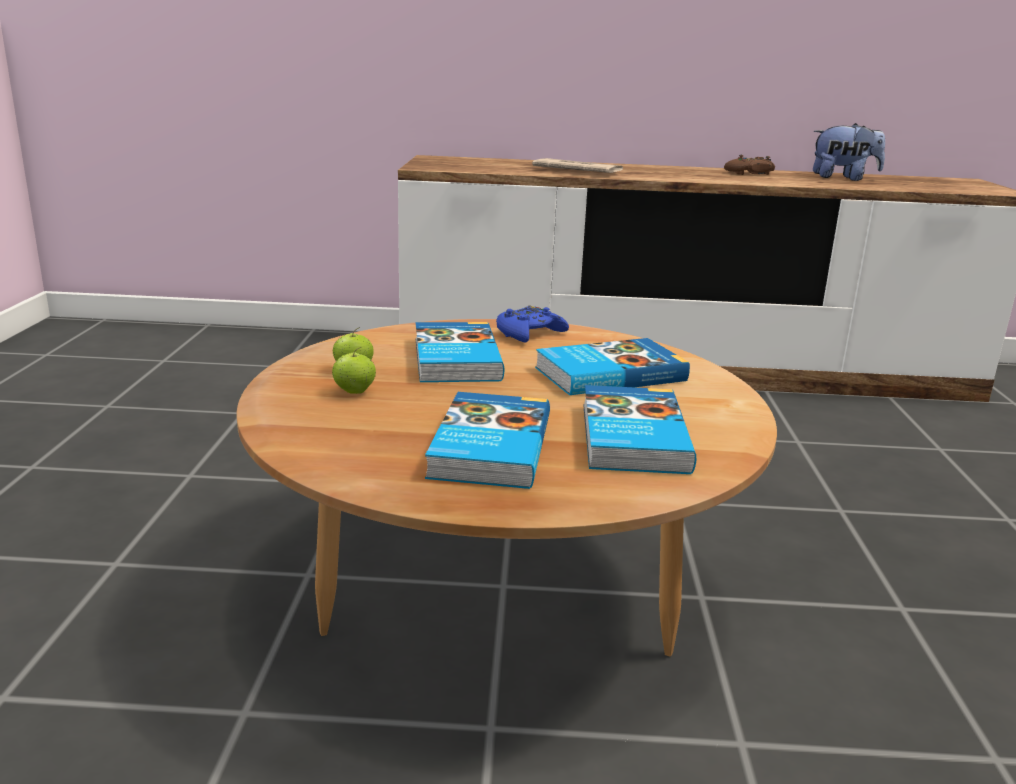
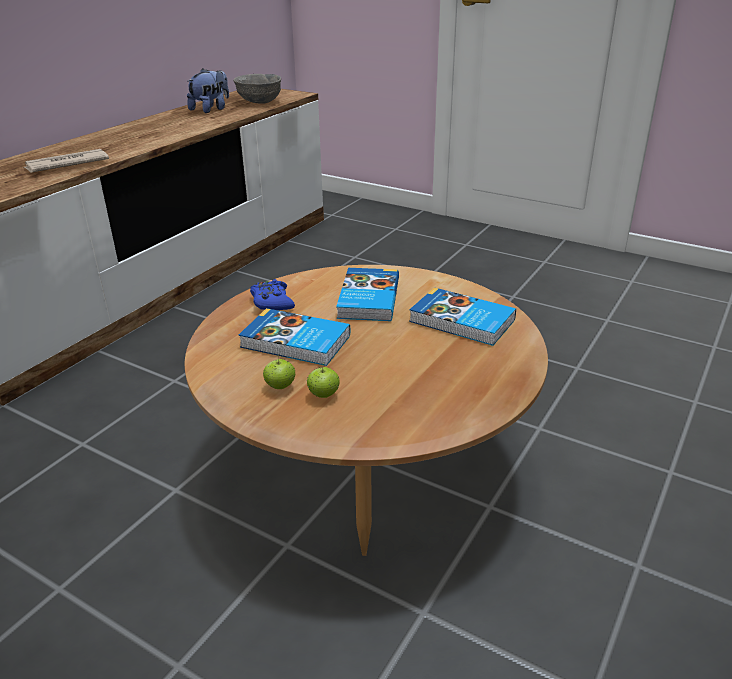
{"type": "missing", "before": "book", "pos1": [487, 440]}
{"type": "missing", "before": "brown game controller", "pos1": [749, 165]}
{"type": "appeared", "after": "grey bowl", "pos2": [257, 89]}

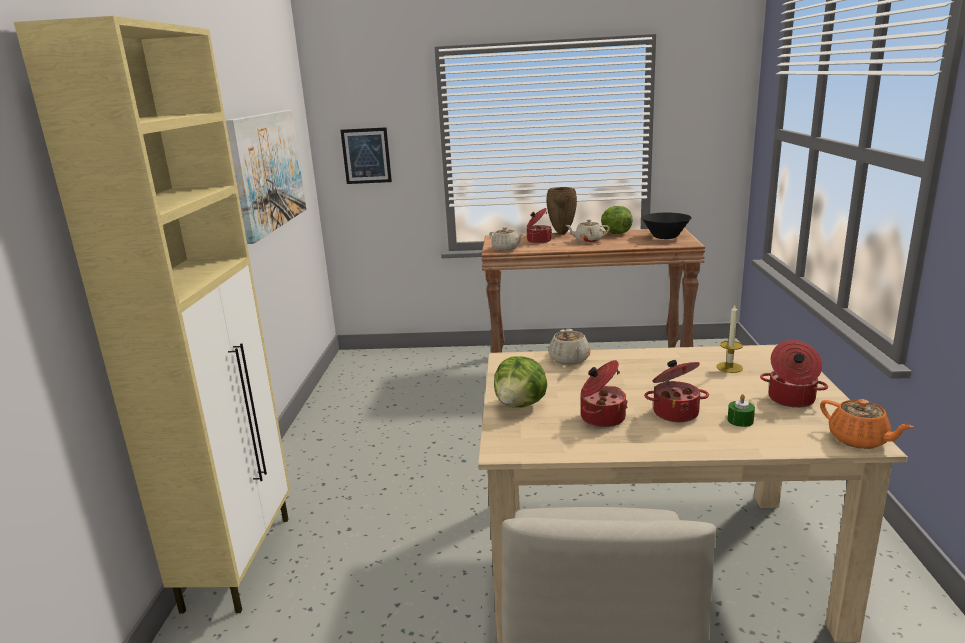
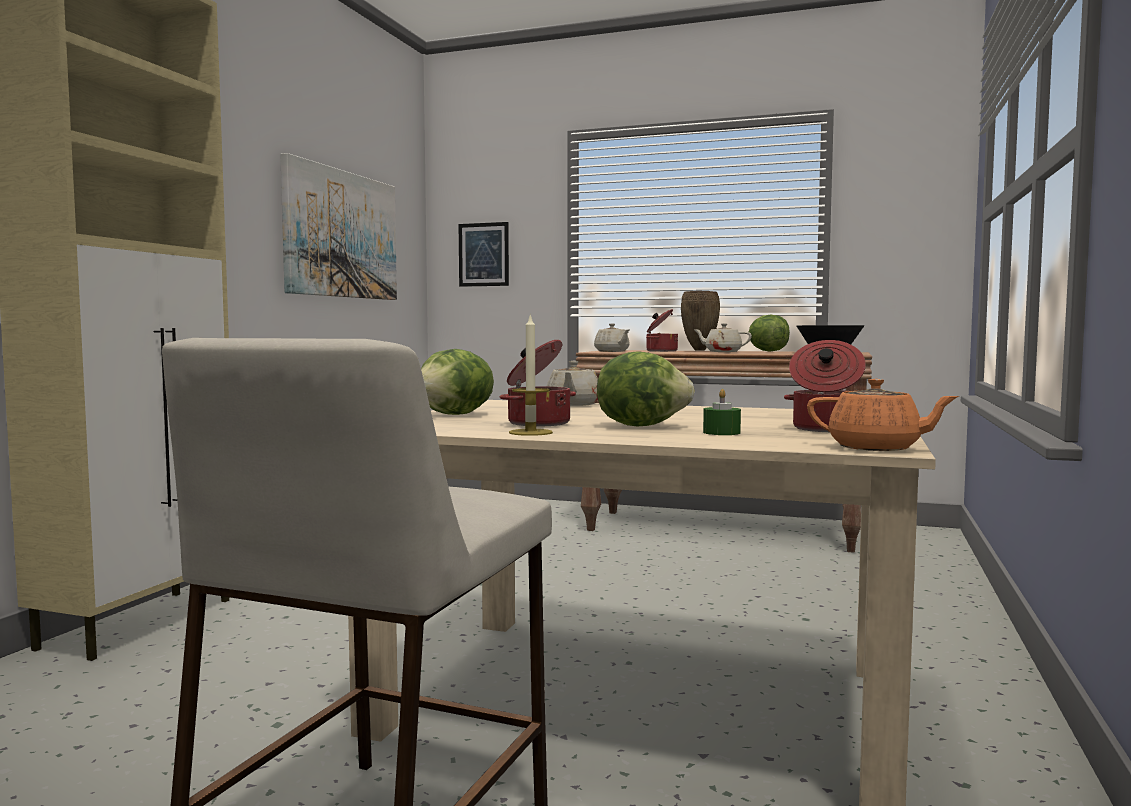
{"type": "exchanged", "before": "cooking pot", "after": "lettuce", "pos1": [676, 391], "pos2": [646, 388]}
{"type": "relocated", "before": "candle", "pos1": [730, 339], "pos2": [531, 375]}
{"type": "spun", "before": "orange teapot", "pos1": [866, 424], "pos2": [883, 415], "turn": -45}

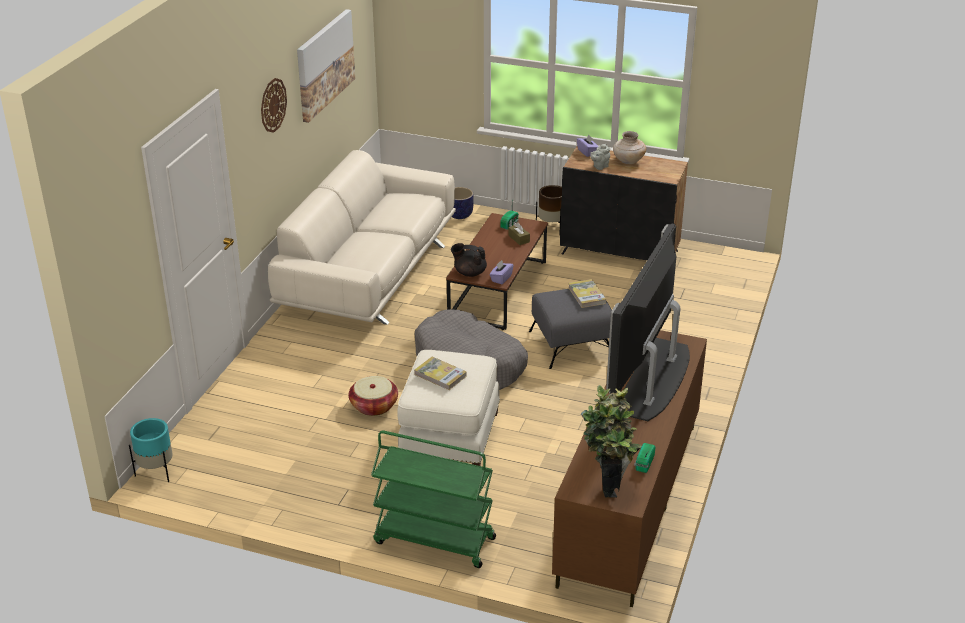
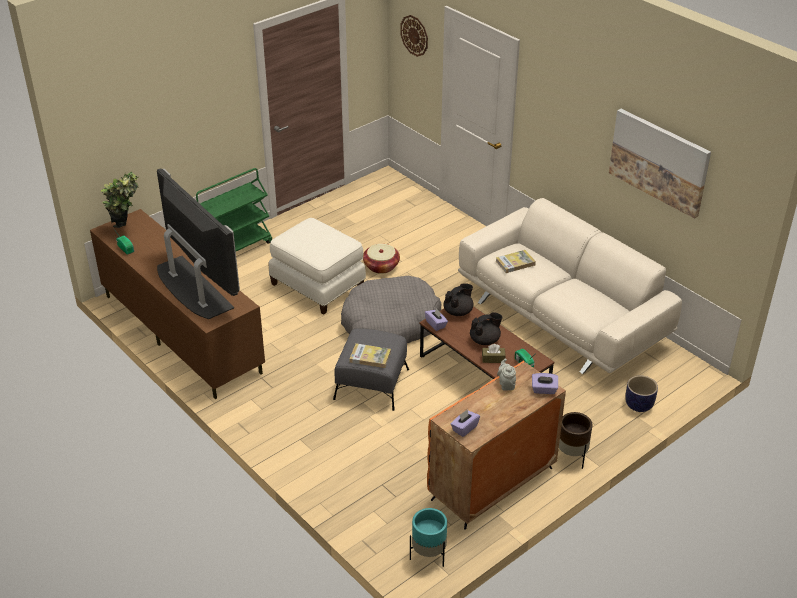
{"type": "relocated", "before": "turquoise planter", "pos1": [151, 450], "pos2": [428, 537]}
{"type": "relocated", "before": "wall clock", "pos1": [274, 105], "pos2": [414, 36]}
{"type": "relocated", "before": "book", "pos1": [440, 373], "pos2": [516, 261]}
{"type": "colour", "before": "black cabinet", "after": "orange cabinet", "pos1": [624, 203], "pos2": [496, 445]}
{"type": "missing", "before": "beige vase", "pos1": [629, 147]}
{"type": "appeared", "after": "purple tissue box", "pos2": [465, 423]}
{"type": "appeared", "after": "black teapot", "pos2": [486, 329]}

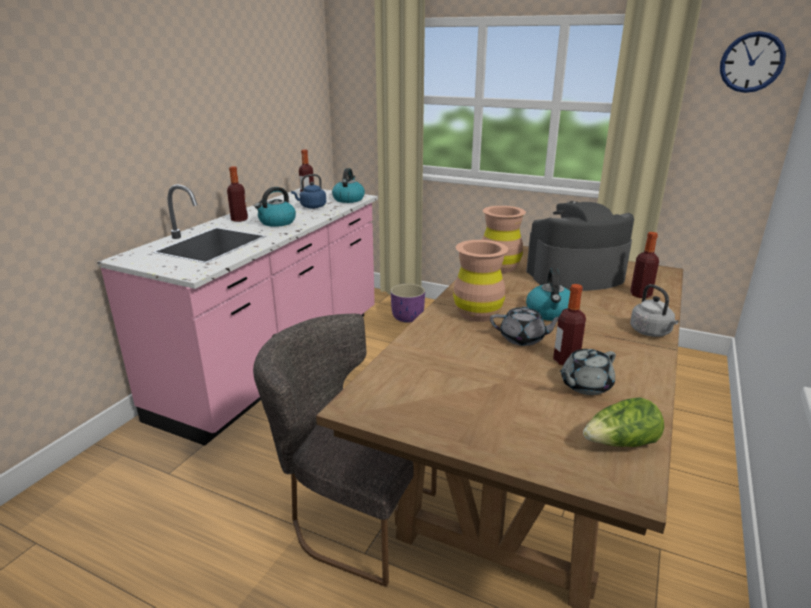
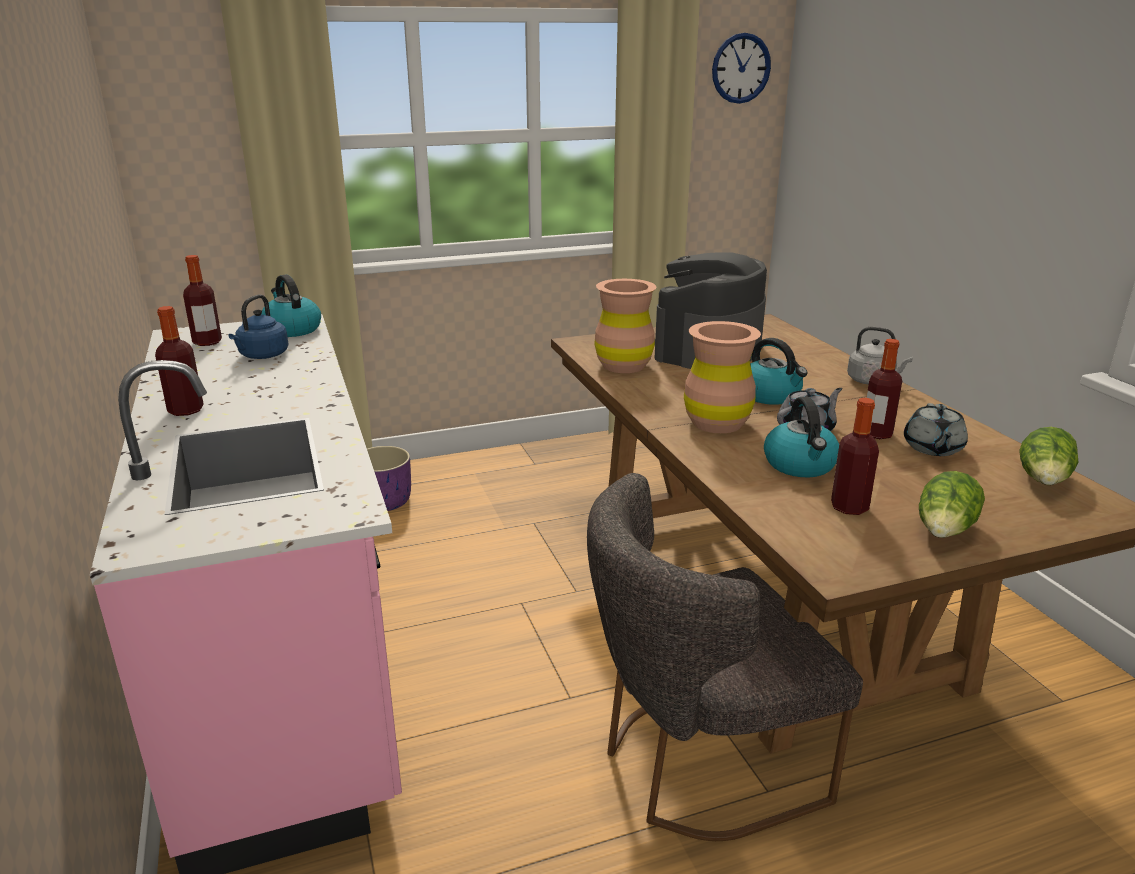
{"type": "relocated", "before": "kettle", "pos1": [275, 207], "pos2": [801, 437]}
{"type": "relocated", "before": "bottle", "pos1": [644, 265], "pos2": [855, 456]}
{"type": "appeared", "after": "lettuce", "pos2": [952, 504]}

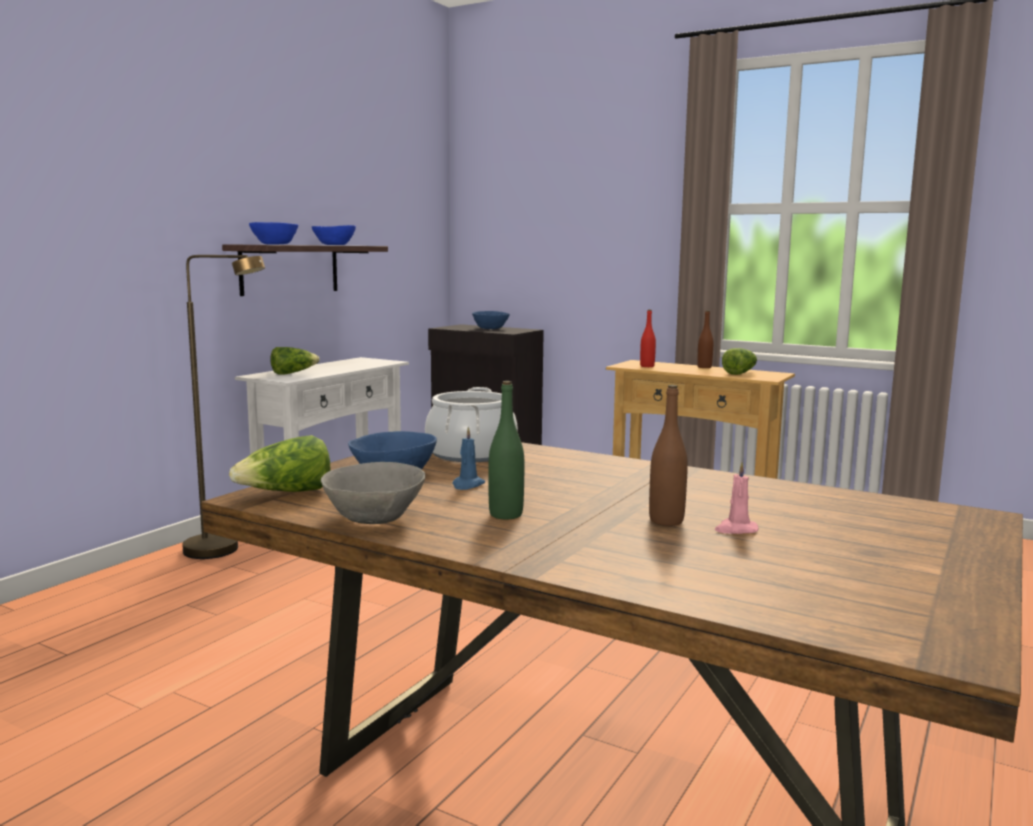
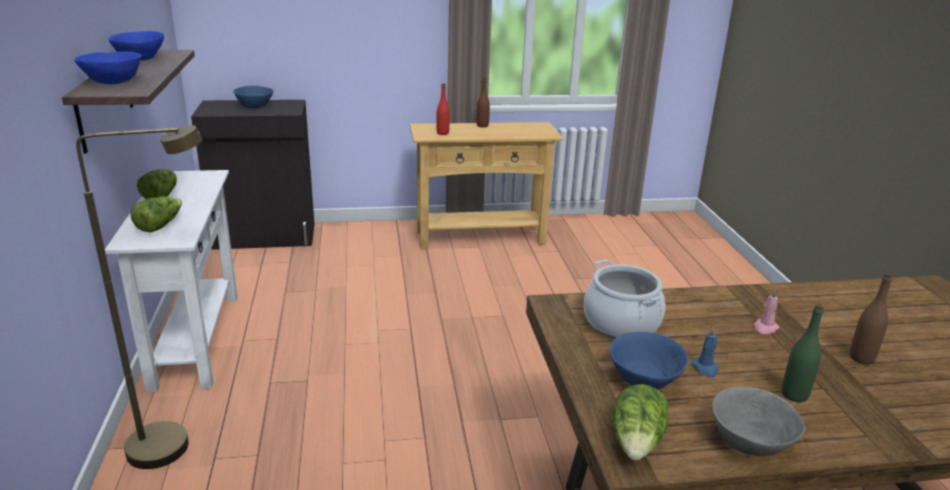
{"type": "relocated", "before": "pink candle", "pos1": [737, 498], "pos2": [766, 311]}
{"type": "relocated", "before": "lettuce", "pos1": [739, 361], "pos2": [157, 184]}

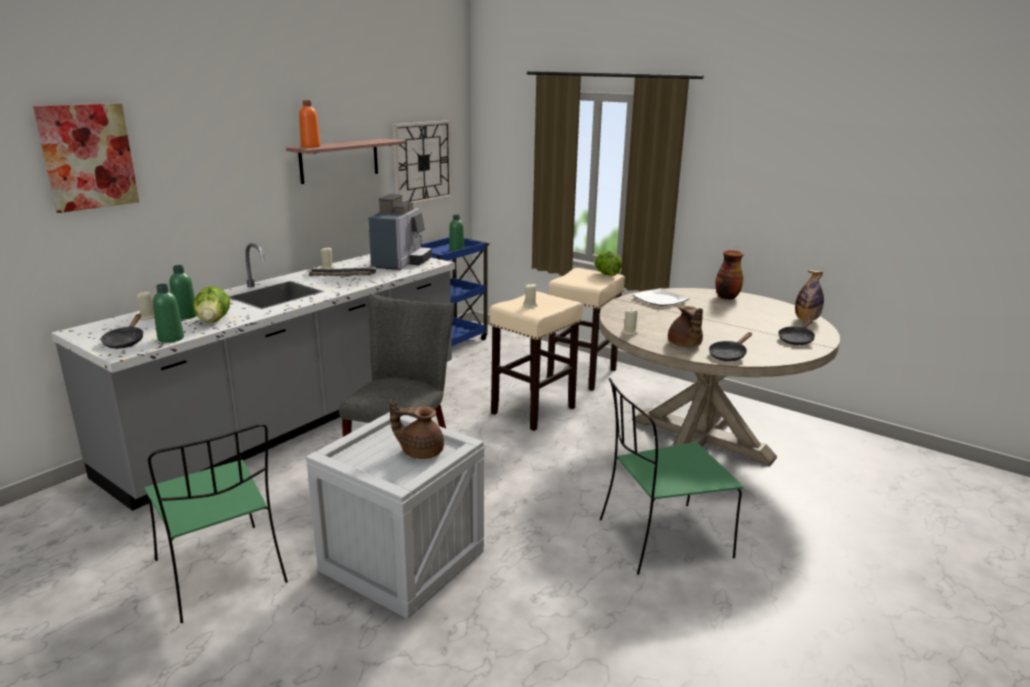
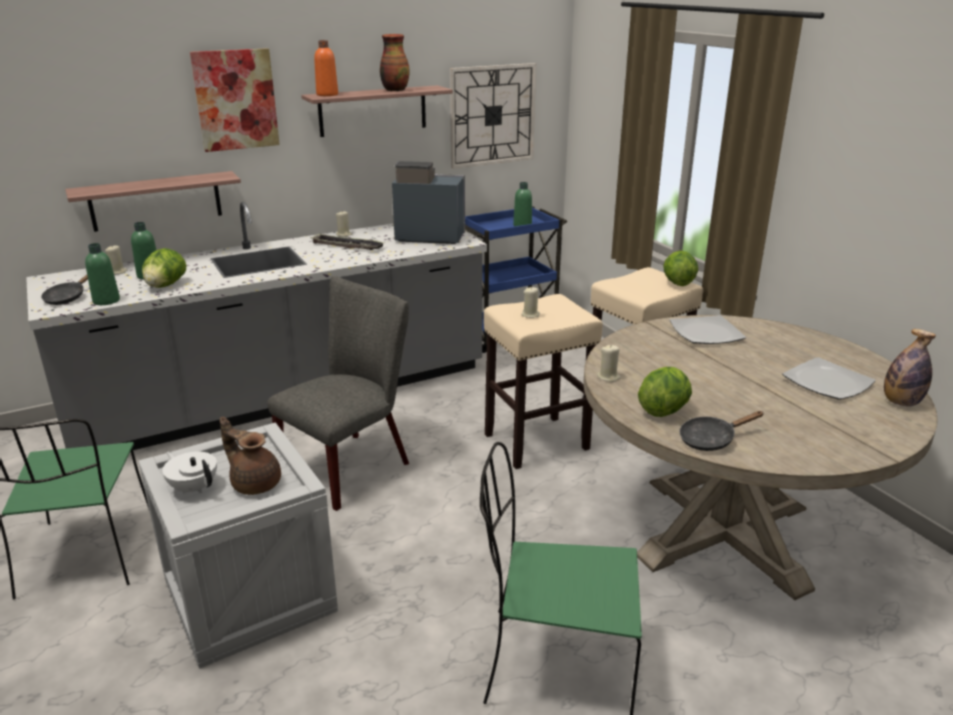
{"type": "relocated", "before": "picture", "pos1": [86, 158], "pos2": [235, 100]}
{"type": "spun", "before": "coffee machine", "pos1": [400, 232], "pos2": [428, 202], "turn": -120}
{"type": "exchanged", "before": "brown teapot", "after": "lettuce", "pos1": [685, 326], "pos2": [665, 392]}
{"type": "relocated", "before": "vase", "pos1": [729, 275], "pos2": [395, 62]}
{"type": "missing", "before": "black frying pan", "pos1": [796, 331]}
{"type": "appeared", "after": "shelf", "pos2": [153, 201]}
{"type": "appeared", "after": "white teapot", "pos2": [189, 472]}
{"type": "appeared", "after": "plate", "pos2": [829, 378]}

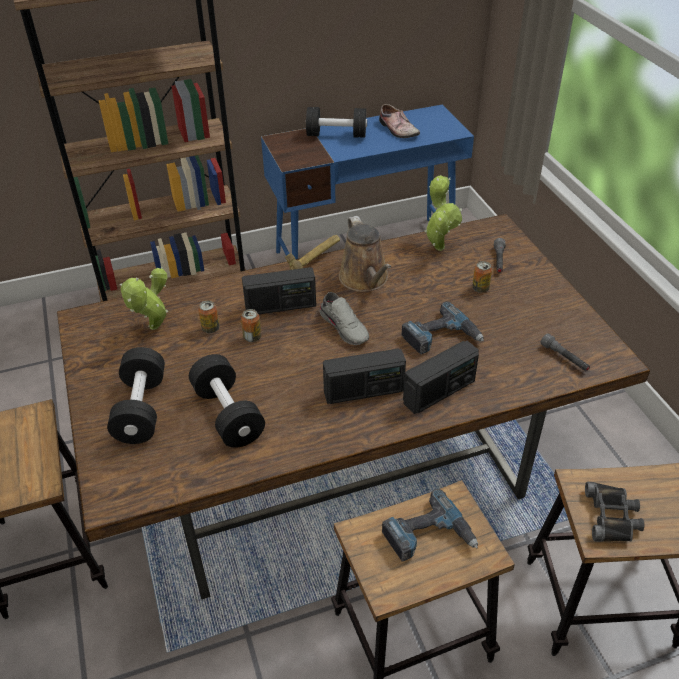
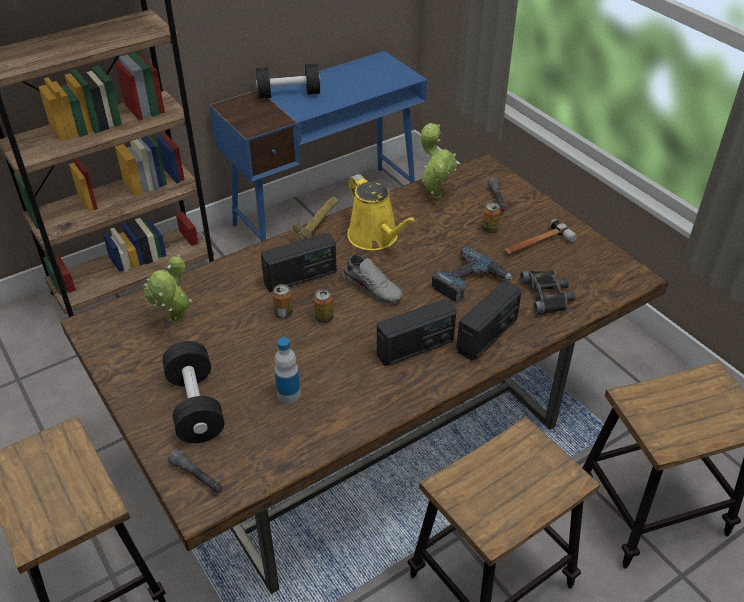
{"type": "exchanged", "before": "black dumbbell", "after": "bottle", "pos1": [227, 401], "pos2": [287, 370]}
{"type": "relocated", "before": "can", "pos1": [209, 317], "pos2": [323, 306]}
{"type": "colour", "before": "brown watering can", "after": "yellow watering can", "pos1": [365, 254], "pos2": [382, 212]}
{"type": "missing", "before": "shoe", "pos1": [399, 121]}
{"type": "missing", "before": "power drill", "pos1": [430, 525]}
{"type": "relocated", "before": "grey flashlight", "pos1": [565, 352], "pos2": [195, 471]}
{"type": "relocated", "before": "black binoculars", "pos1": [614, 512], "pos2": [547, 293]}
{"type": "appeared", "after": "hammer", "pos2": [540, 236]}

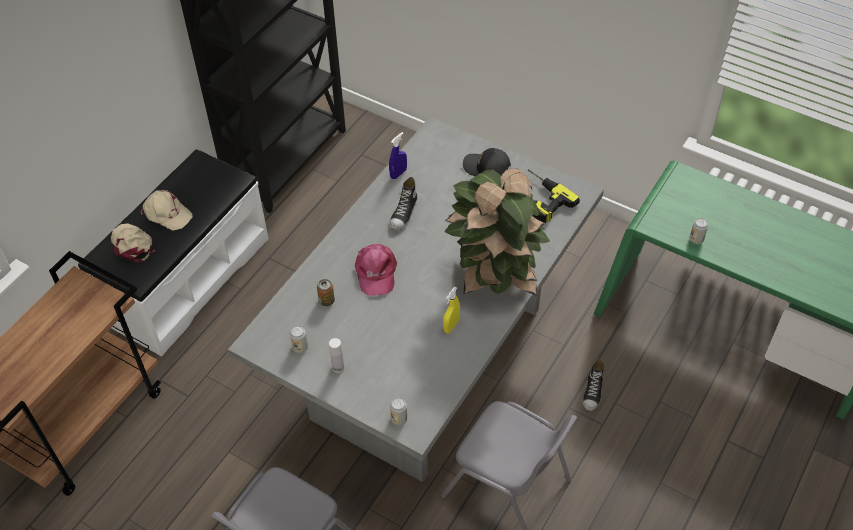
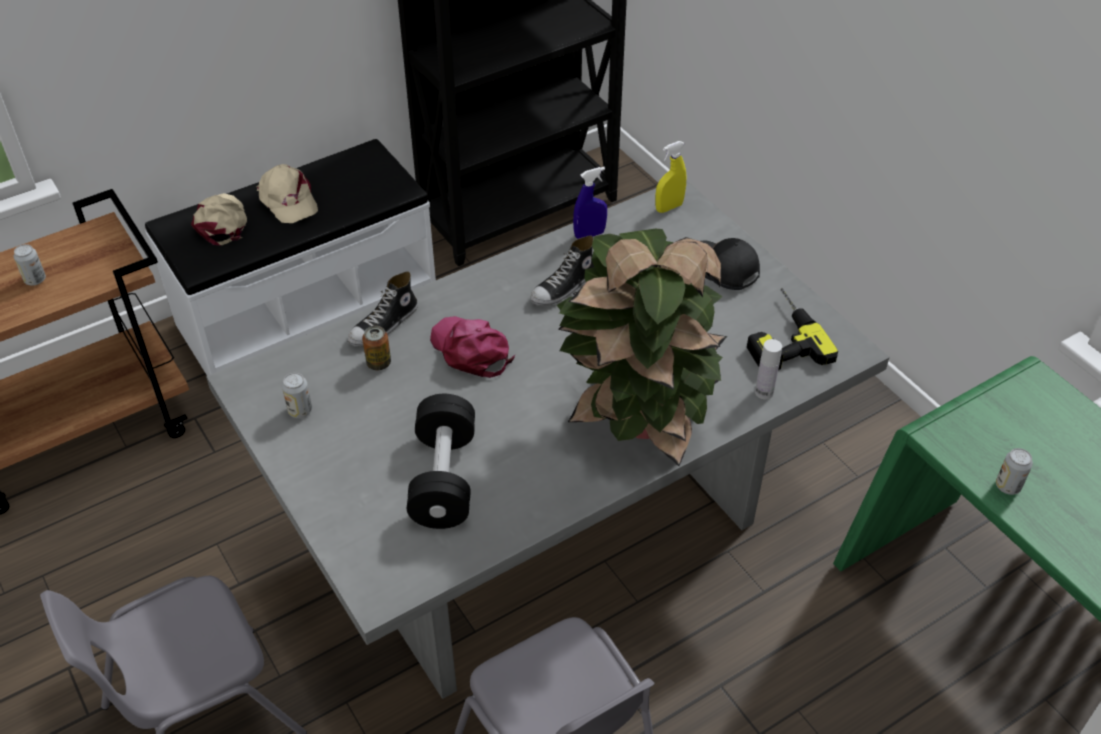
{"type": "relocated", "before": "white bottle", "pos1": [336, 355], "pos2": [768, 369]}
{"type": "spun", "before": "pink cap", "pos1": [376, 270], "pos2": [472, 347], "turn": 120}
{"type": "relocated", "before": "can", "pos1": [398, 411], "pos2": [30, 265]}
{"type": "relocated", "before": "yellow spray bottle", "pos1": [451, 310], "pos2": [670, 177]}
{"type": "relocated", "before": "shoe", "pos1": [593, 384], "pos2": [383, 309]}
{"type": "appeared", "after": "black dumbbell", "pos2": [441, 461]}

